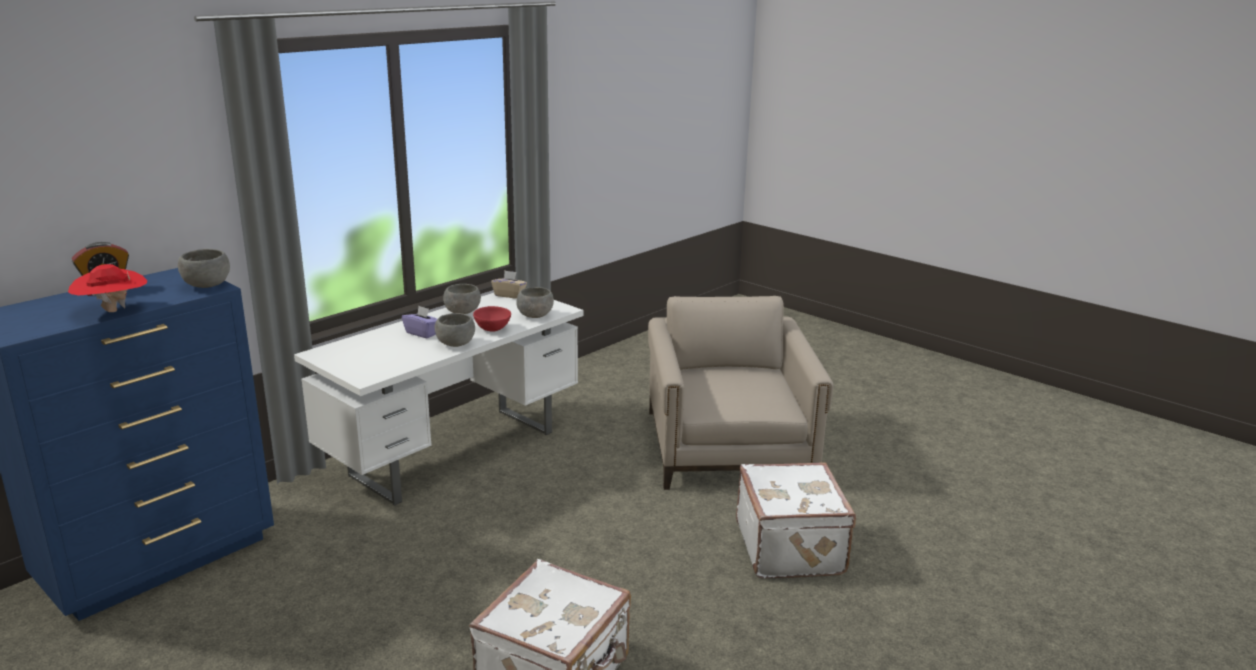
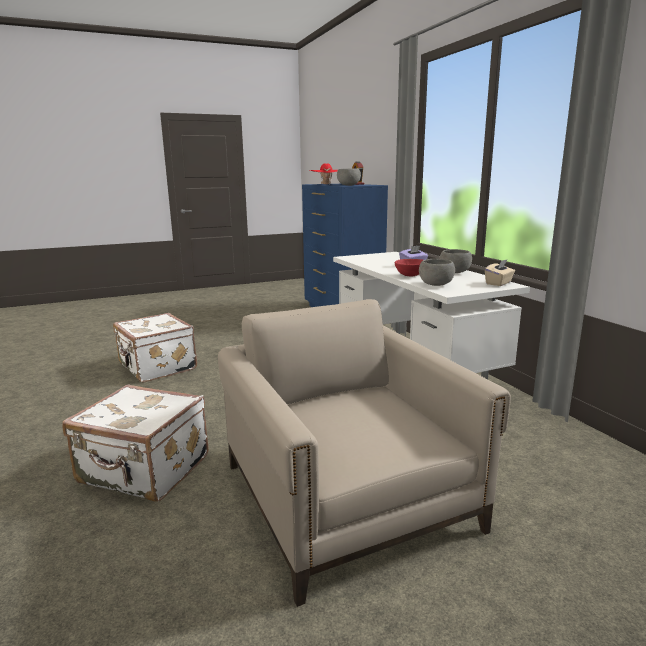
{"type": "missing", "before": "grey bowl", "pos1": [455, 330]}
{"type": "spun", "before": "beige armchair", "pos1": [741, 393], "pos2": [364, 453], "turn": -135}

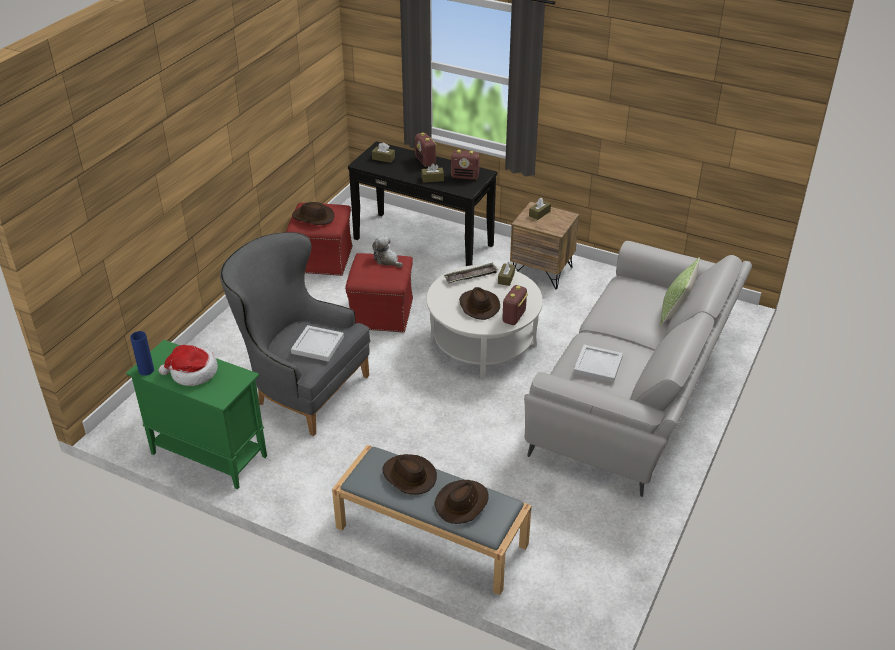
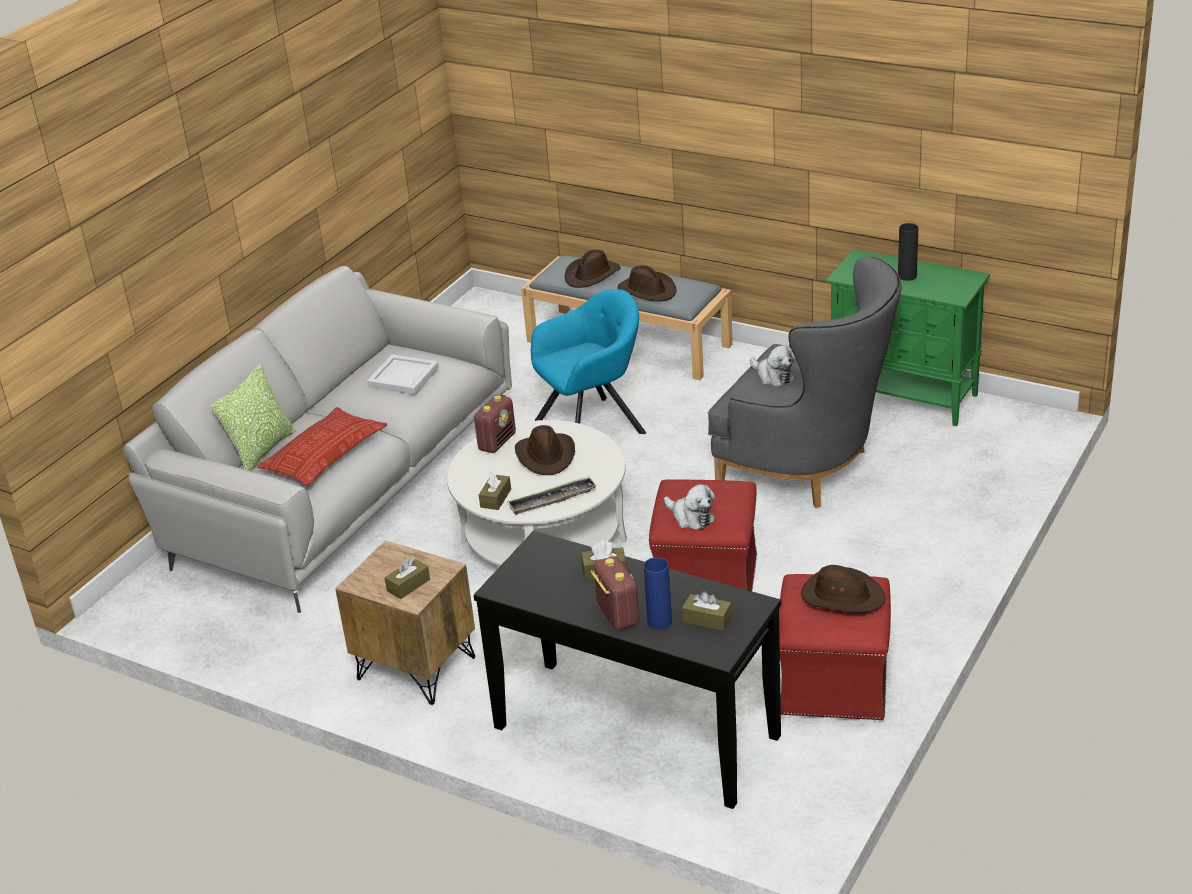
{"type": "relocated", "before": "blue vase", "pos1": [142, 353], "pos2": [658, 593]}
{"type": "exchanged", "before": "hat", "after": "black vase", "pos1": [188, 365], "pos2": [908, 252]}
{"type": "exchanged", "before": "white tray", "after": "plush toy", "pos1": [317, 343], "pos2": [773, 365]}
{"type": "missing", "before": "radio", "pos1": [465, 165]}
{"type": "appeared", "after": "pillow", "pos2": [321, 446]}
{"type": "appeared", "after": "turquoise armchair", "pos2": [588, 361]}

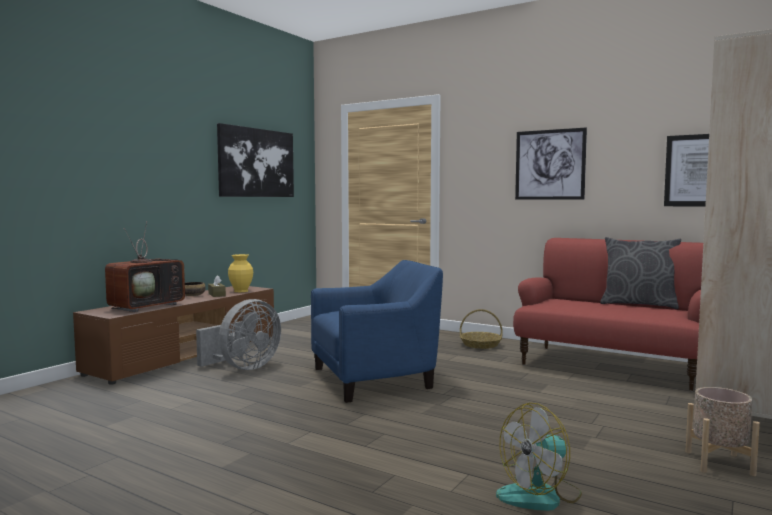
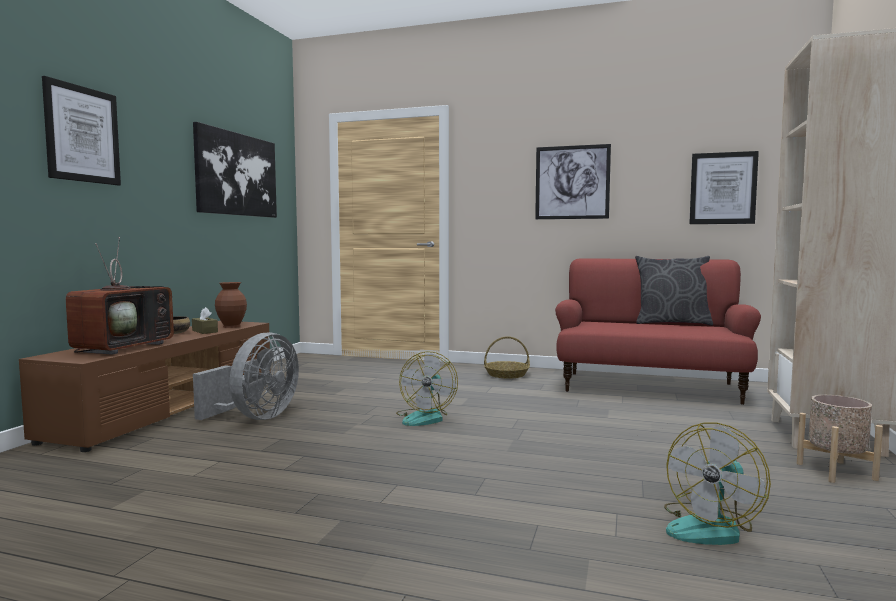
{"type": "colour", "before": "yellow vase", "after": "brown vase", "pos1": [240, 273], "pos2": [231, 305]}
{"type": "exchanged", "before": "blue armchair", "after": "fan", "pos1": [377, 331], "pos2": [427, 388]}
{"type": "appeared", "after": "picture", "pos2": [81, 130]}

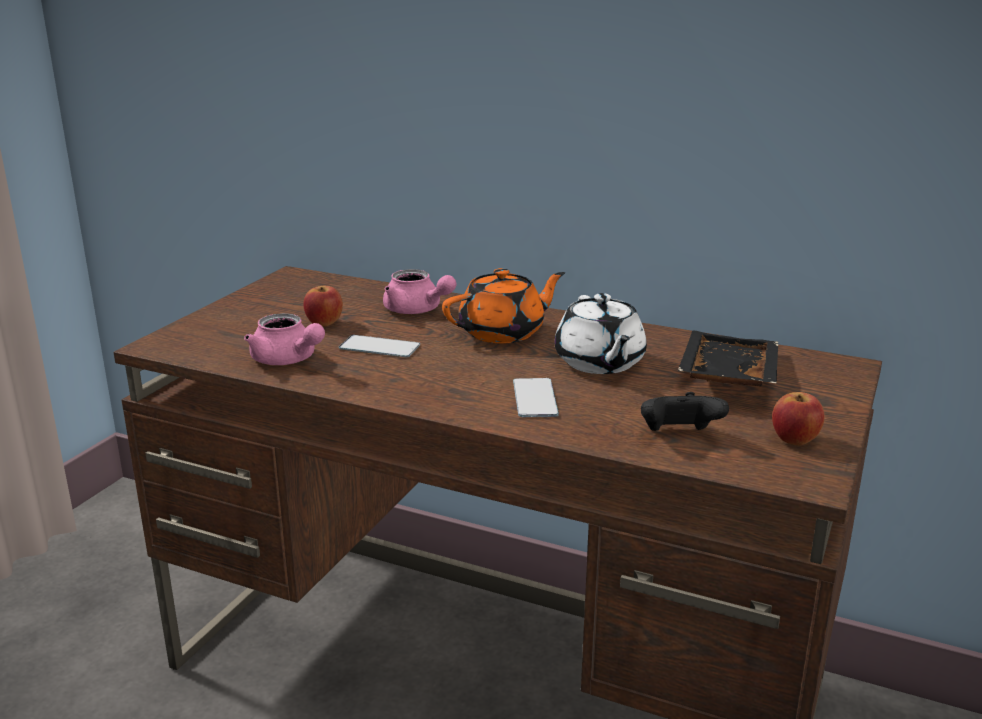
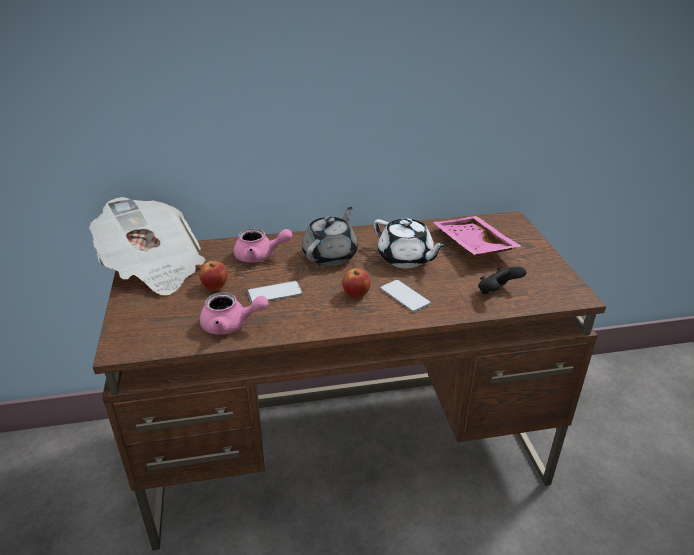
{"type": "colour", "before": "orange teapot", "after": "grey teapot", "pos1": [503, 306], "pos2": [330, 236]}
{"type": "colour", "before": "black tray", "after": "pink tray", "pos1": [728, 358], "pos2": [477, 236]}
{"type": "relocated", "before": "apple", "pos1": [798, 418], "pos2": [356, 283]}
{"type": "appeared", "after": "newspaper", "pos2": [147, 246]}

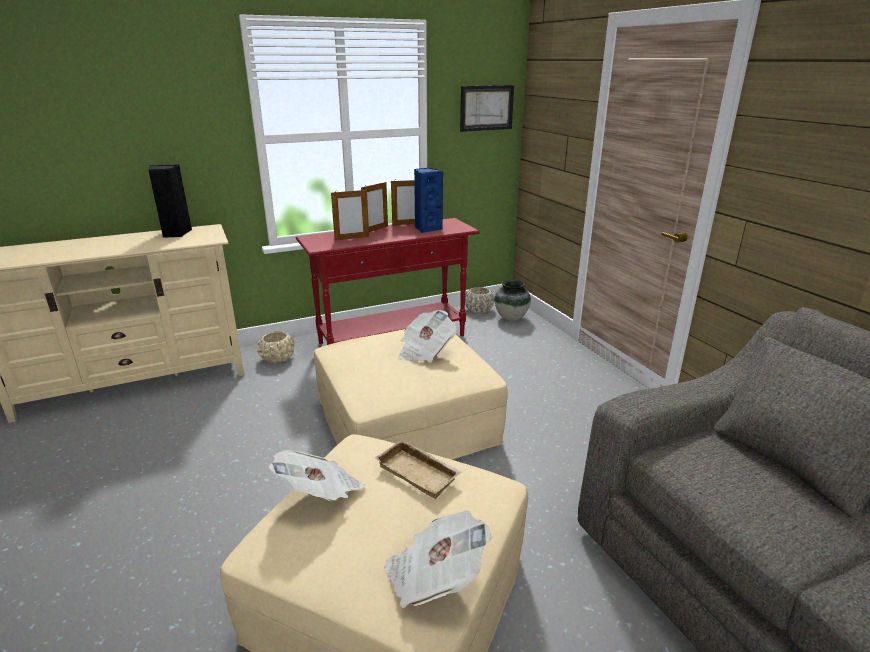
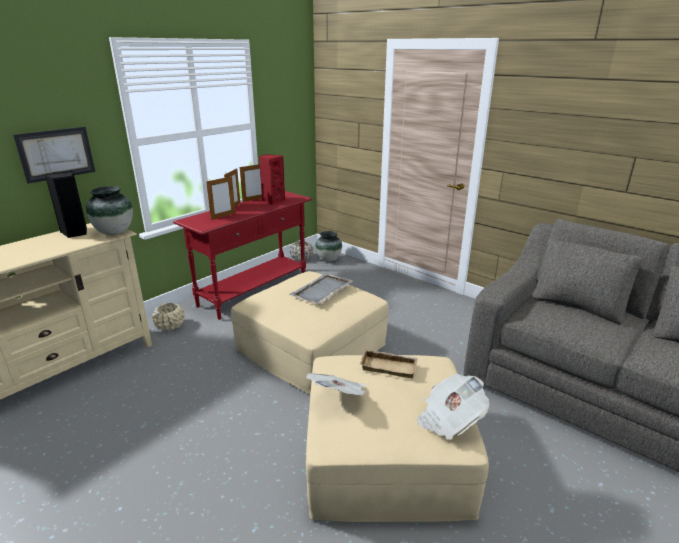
{"type": "exchanged", "before": "newspaper", "after": "grey tray", "pos1": [427, 336], "pos2": [321, 288]}
{"type": "colour", "before": "blue speaker", "after": "red speaker", "pos1": [428, 200], "pos2": [272, 179]}
{"type": "relocated", "before": "picture", "pos1": [487, 108], "pos2": [54, 155]}
{"type": "appeared", "after": "vase", "pos2": [109, 210]}

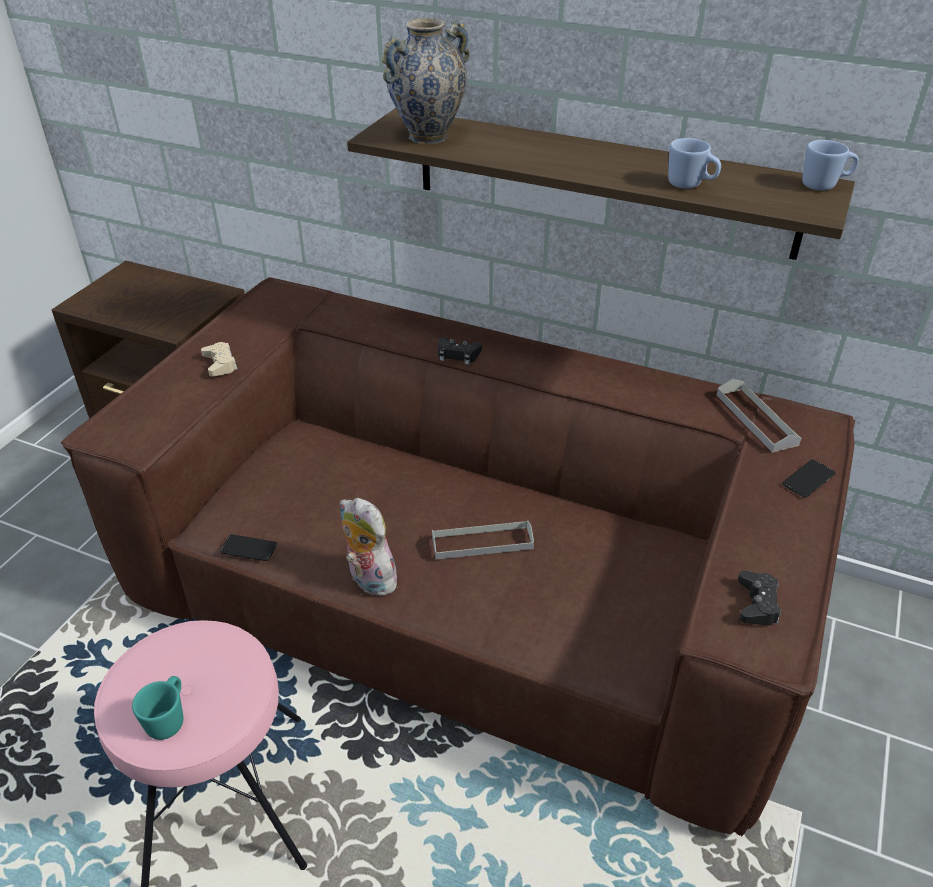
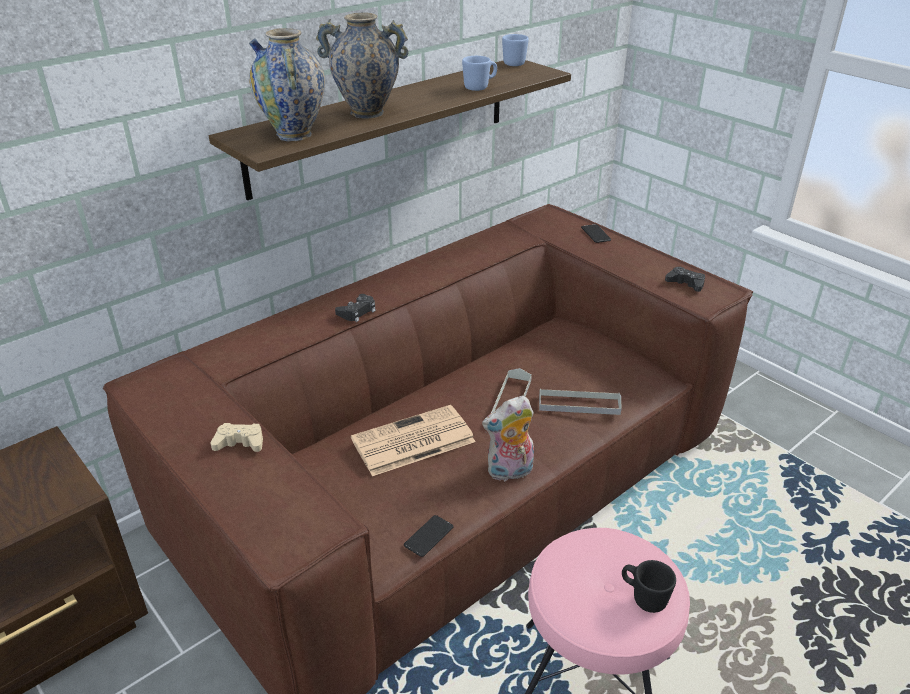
{"type": "colour", "before": "turquoise mug", "after": "black mug", "pos1": [157, 708], "pos2": [649, 586]}
{"type": "relocated", "before": "grey tray", "pos1": [759, 416], "pos2": [580, 401]}
{"type": "appeared", "after": "vase", "pos2": [362, 66]}
{"type": "appeared", "after": "newspaper", "pos2": [413, 440]}

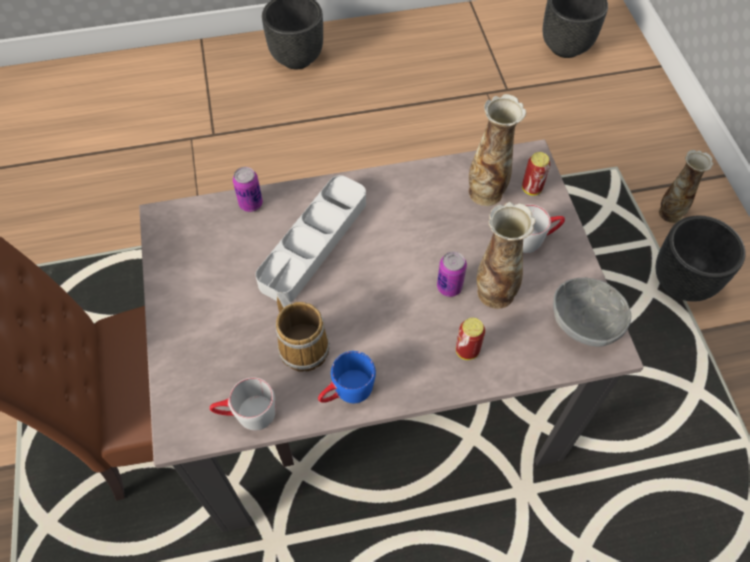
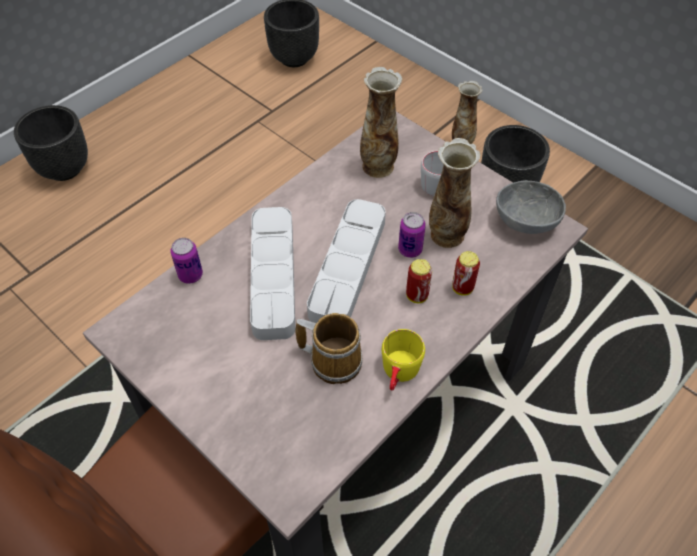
{"type": "missing", "before": "grey mug", "pos1": [242, 404]}
{"type": "colour", "before": "blue mug", "after": "yellow mug", "pos1": [347, 377], "pos2": [403, 360]}
{"type": "relocated", "before": "can", "pos1": [536, 174], "pos2": [419, 281]}
{"type": "appeared", "after": "grey tray", "pos2": [346, 261]}

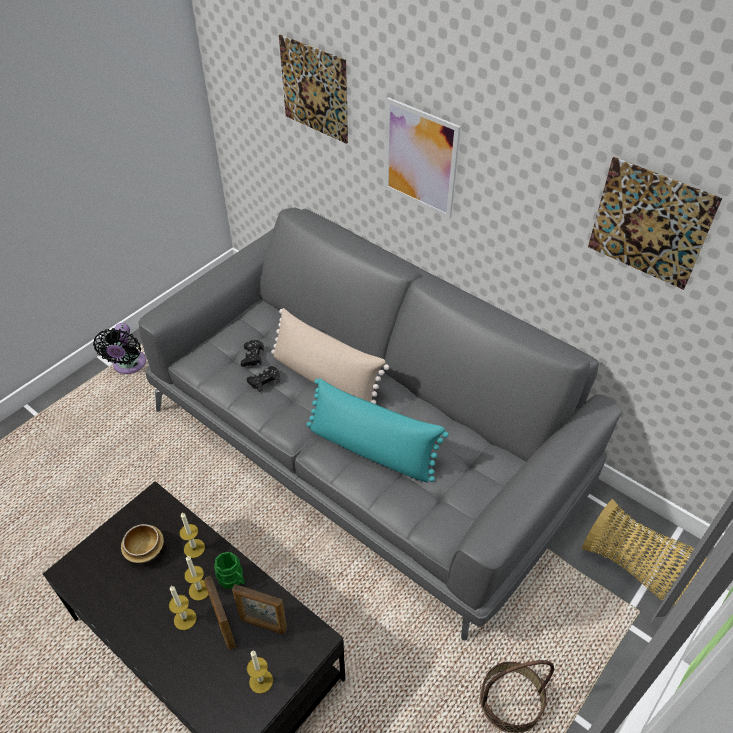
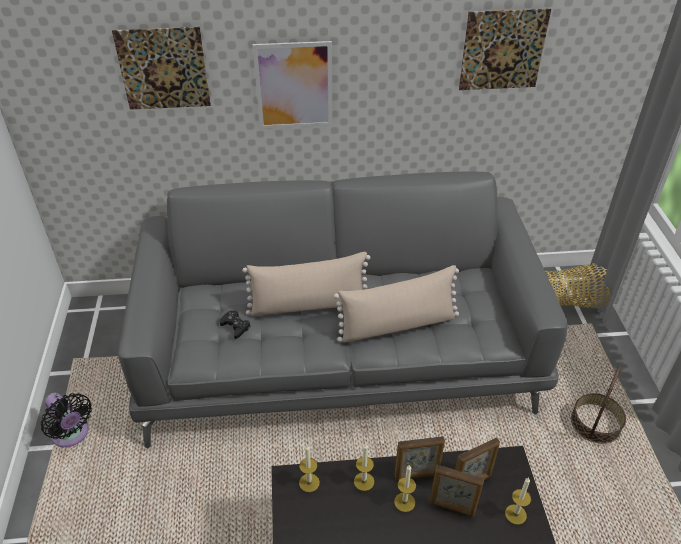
{"type": "missing", "before": "bowl", "pos1": [142, 543]}
{"type": "relocated", "before": "candle", "pos1": [183, 608], "pos2": [309, 468]}
{"type": "exchanged", "before": "green mug", "after": "picture frame", "pos1": [229, 570], "pos2": [419, 458]}
{"type": "missing", "before": "black game controller", "pos1": [263, 379]}
{"type": "colour", "before": "turquoise pillow", "after": "beige pillow", "pos1": [377, 430], "pos2": [396, 304]}

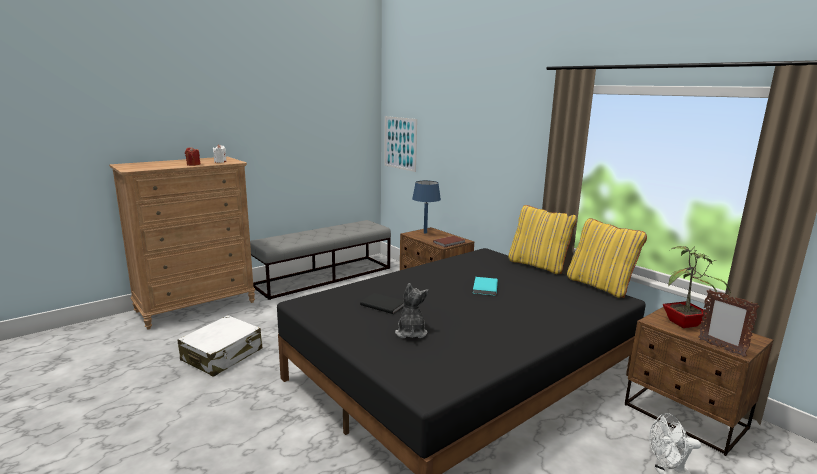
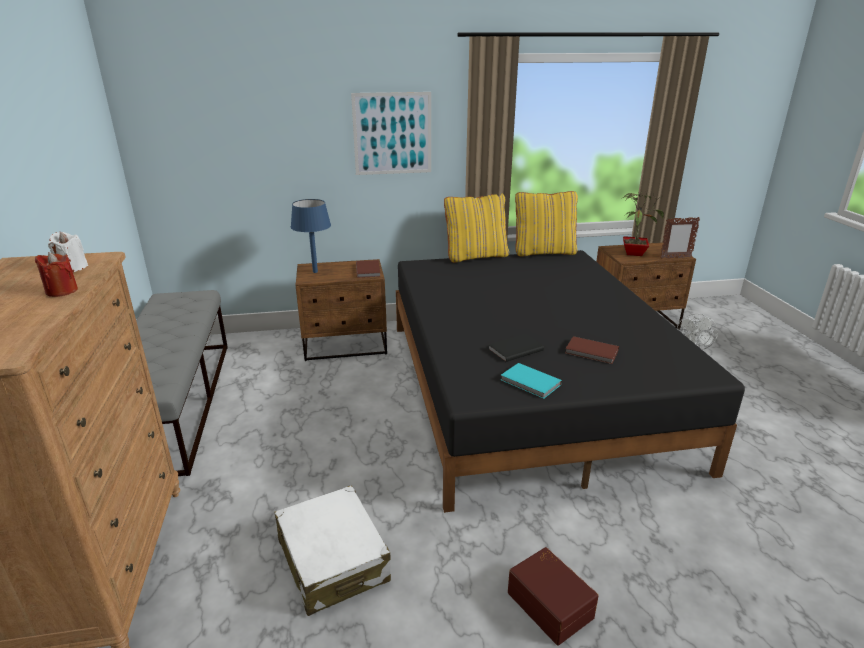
{"type": "relocated", "before": "picture", "pos1": [400, 144], "pos2": [391, 133]}
{"type": "exchanged", "before": "plush toy", "after": "brown book", "pos1": [412, 310], "pos2": [592, 350]}
{"type": "relocated", "before": "turquoise book", "pos1": [485, 286], "pos2": [531, 381]}
{"type": "appeared", "after": "brown storage box", "pos2": [553, 596]}

